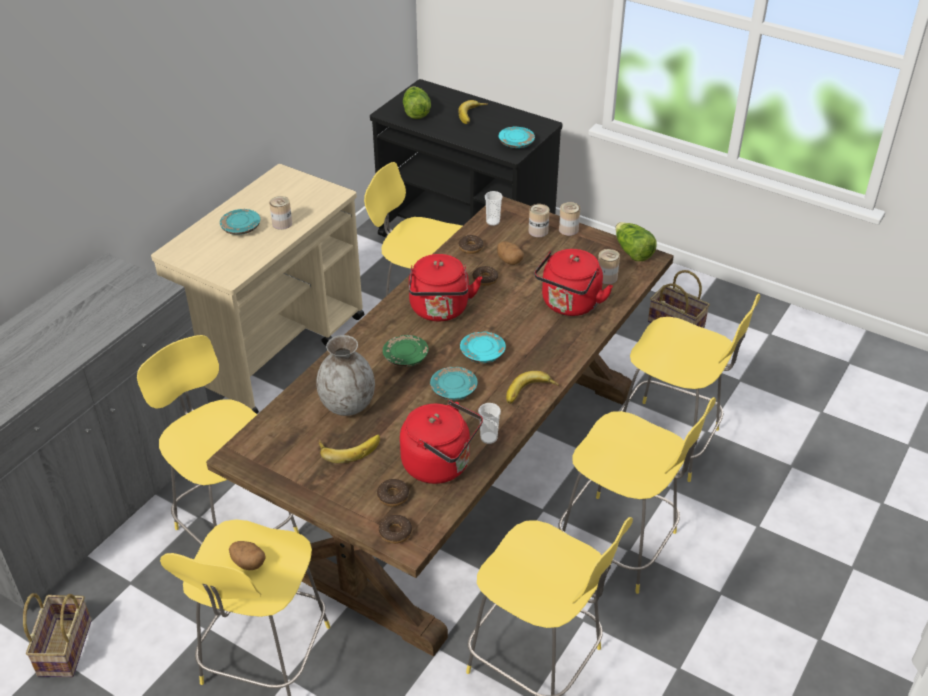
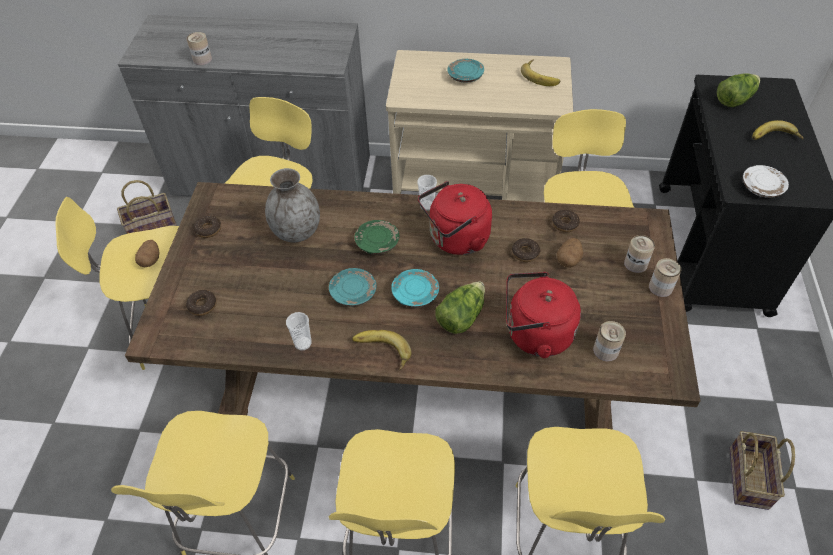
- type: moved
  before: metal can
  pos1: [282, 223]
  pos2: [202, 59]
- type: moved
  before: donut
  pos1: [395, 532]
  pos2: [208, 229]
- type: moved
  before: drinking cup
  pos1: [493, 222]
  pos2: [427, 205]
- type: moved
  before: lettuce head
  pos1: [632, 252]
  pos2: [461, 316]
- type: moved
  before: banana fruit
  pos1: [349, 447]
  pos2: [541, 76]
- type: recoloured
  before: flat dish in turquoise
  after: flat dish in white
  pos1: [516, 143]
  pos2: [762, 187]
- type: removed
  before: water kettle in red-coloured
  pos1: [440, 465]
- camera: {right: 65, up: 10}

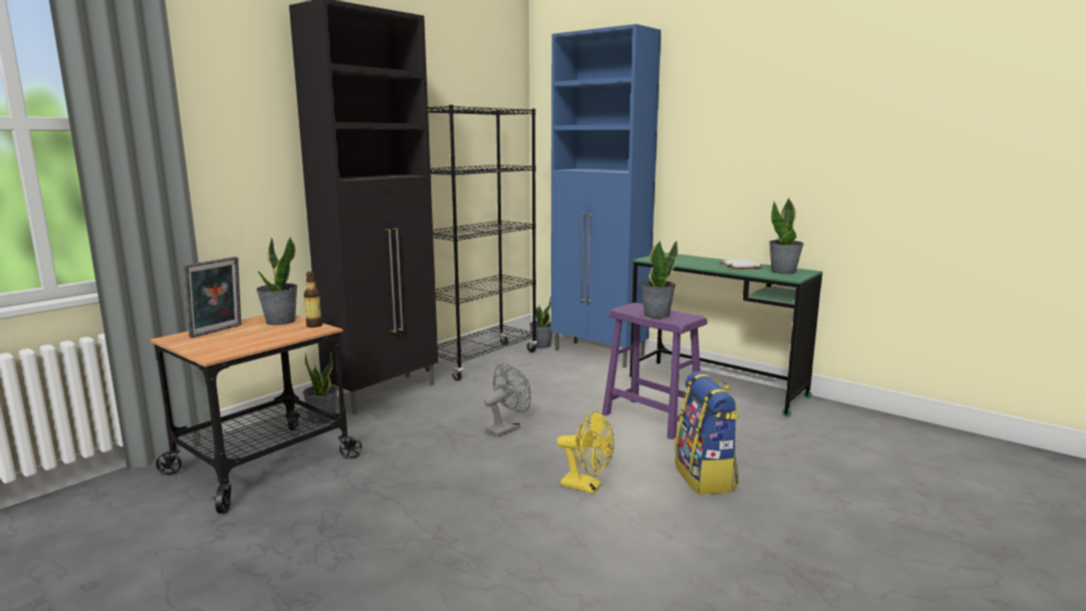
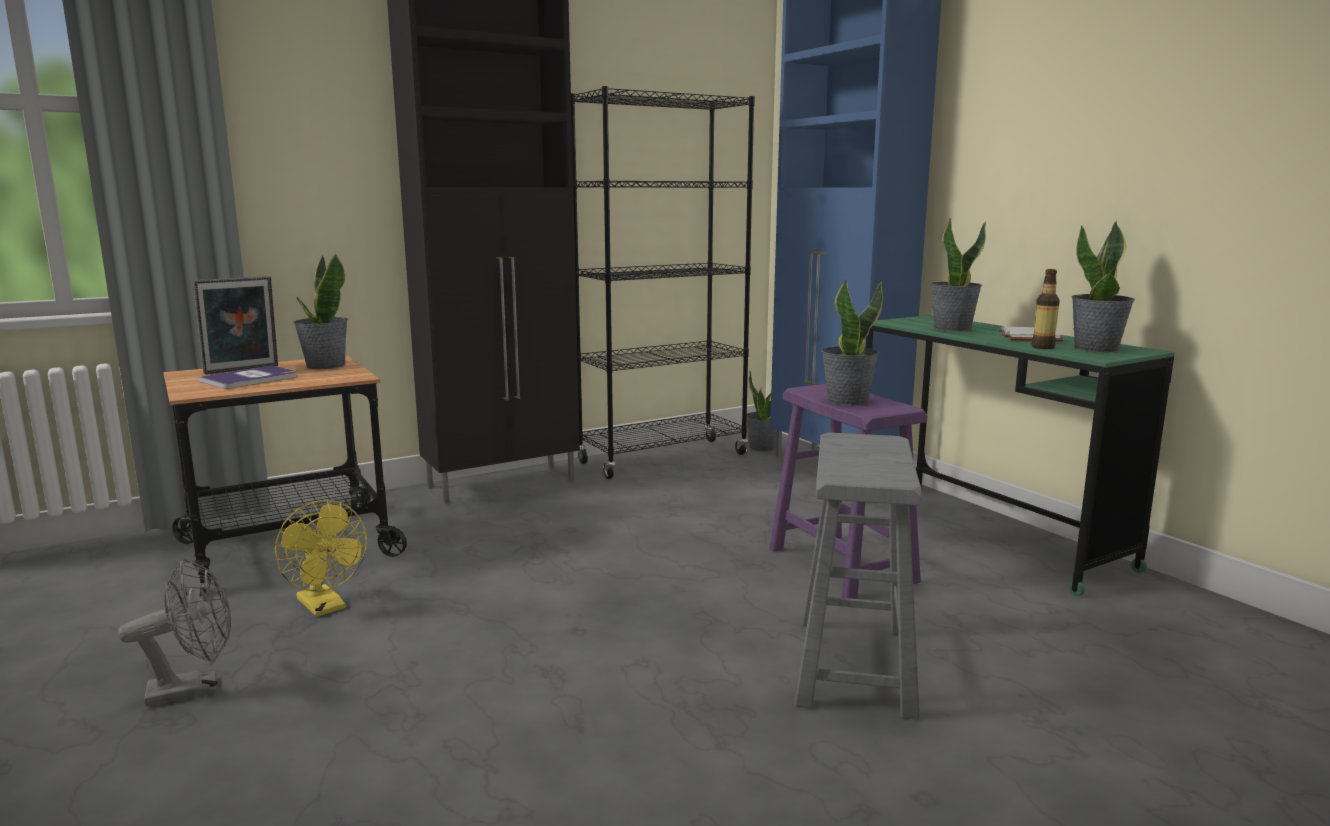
- type: moved
  before: fan in gray
  pos1: [507, 428]
  pos2: [195, 688]
- type: added
  after: volume
  pos2: [250, 379]
- type: moved
  before: fan in yellowish
  pos1: [587, 487]
  pos2: [326, 607]
- type: replaced
  before: knapsack
  after: stool seat in gray
  pos1: [705, 477]
  pos2: [855, 666]
- type: moved
  before: potted plant
  pos1: [322, 418]
  pos2: [951, 328]
- type: moved
  before: beverage bottle
  pos1: [314, 325]
  pos2: [1043, 347]
- camera: {right: 20, up: 0}

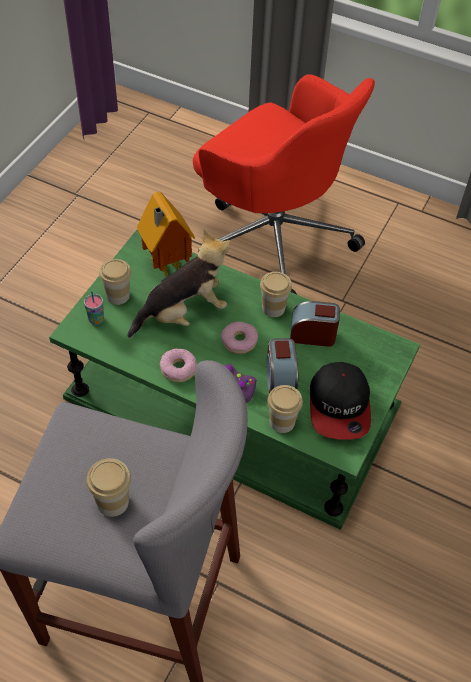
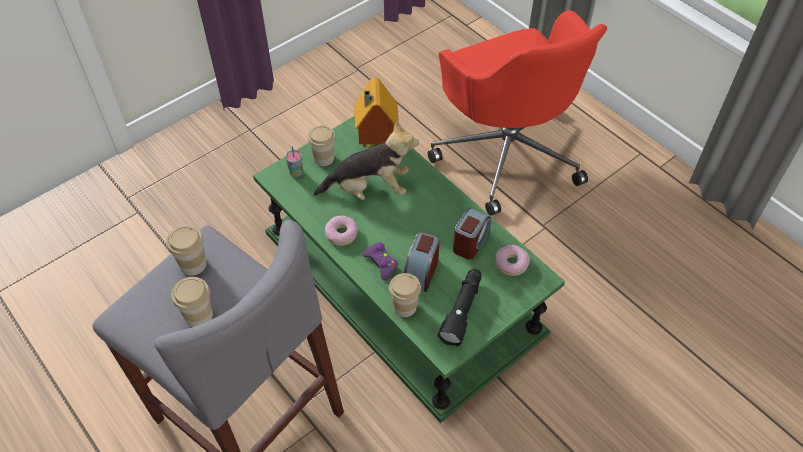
- type: moved
  before: drinking cup
  pos1: [273, 308]
  pos2: [193, 264]
- type: replaced
  before: cap
  after: torch in black-coloured
  pos1: [339, 406]
  pos2: [462, 310]
- type: turned
  before: alarm clock
  pos1: [312, 335]
  pos2: [470, 242]
  turn: 90
- type: moved
  before: donut
  pos1: [239, 341]
  pos2: [511, 263]
- camera: {right: 25, up: 0}

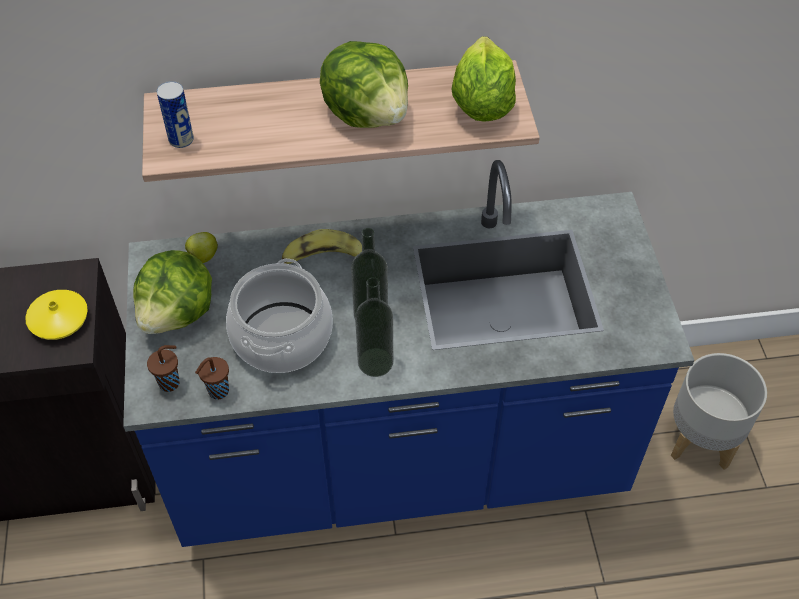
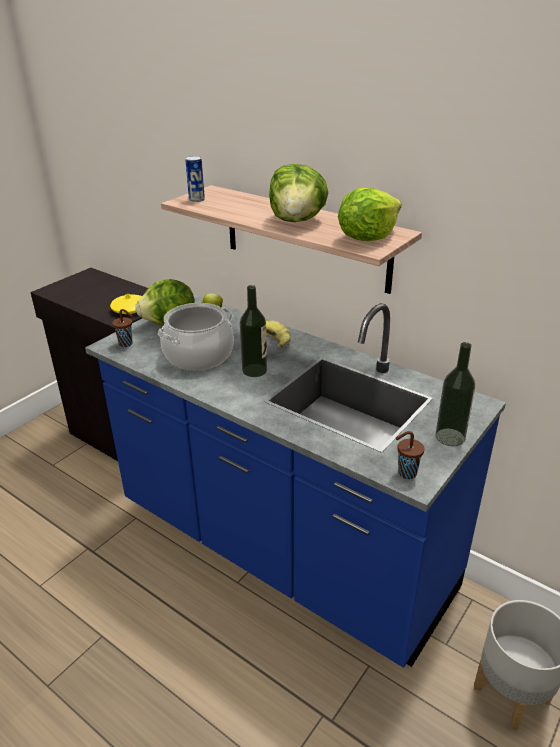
- type: moved
  before: drinking cup in brown-coloured
  pos1: [217, 391]
  pos2: [406, 473]
- type: moved
  before: beverage bottle
  pos1: [375, 362]
  pos2: [450, 437]
- camera: {right: 45, up: -20}

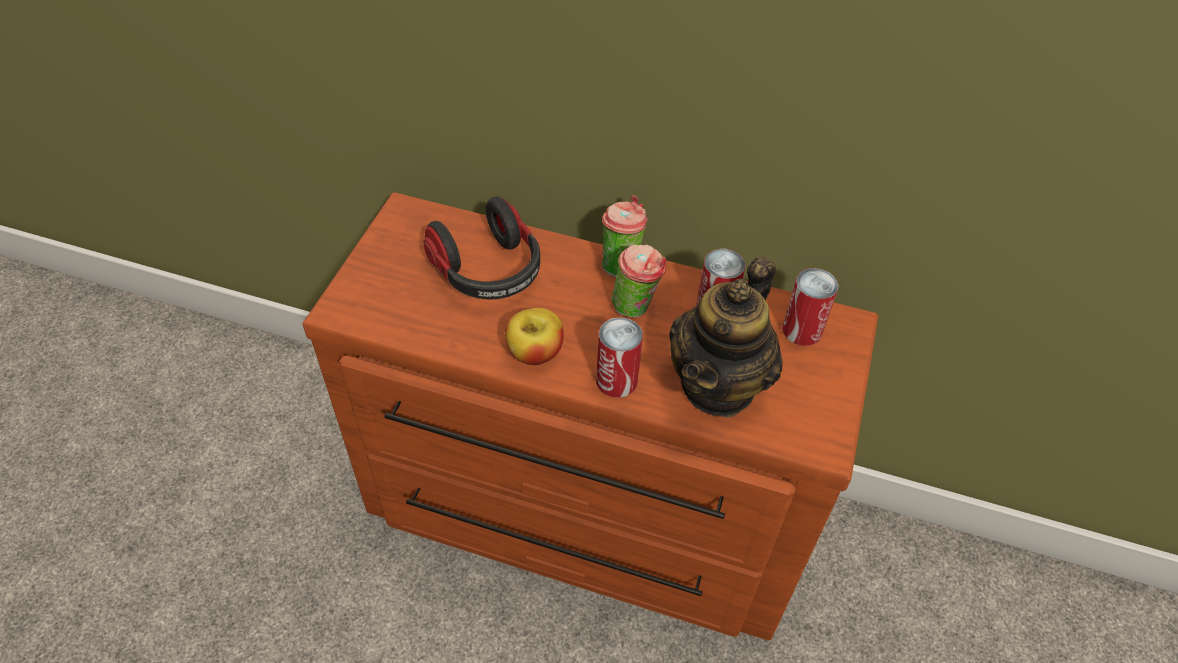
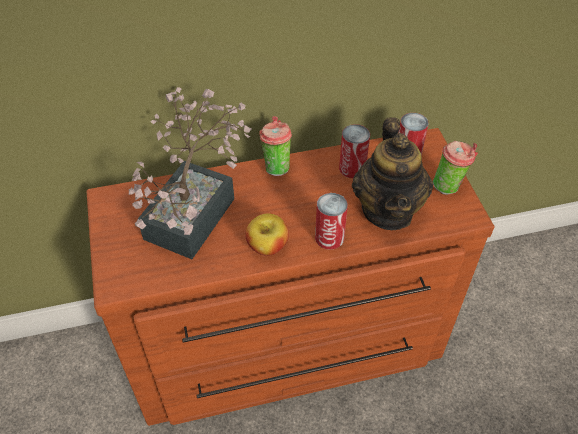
- type: replaced
  before: headset
  after: potted plant
  pos1: [488, 272]
  pos2: [197, 210]
- type: moved
  before: drinking cup
  pos1: [636, 307]
  pos2: [449, 186]
- camera: {right: -30, up: 0}

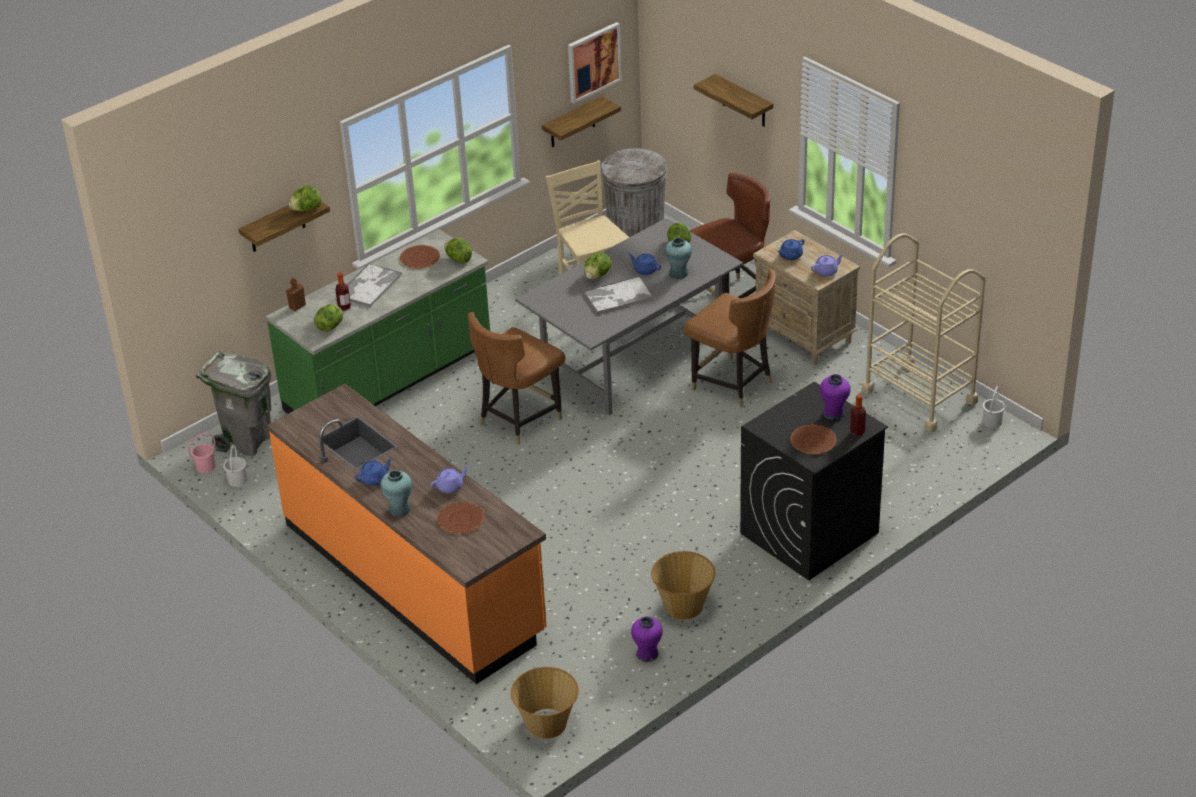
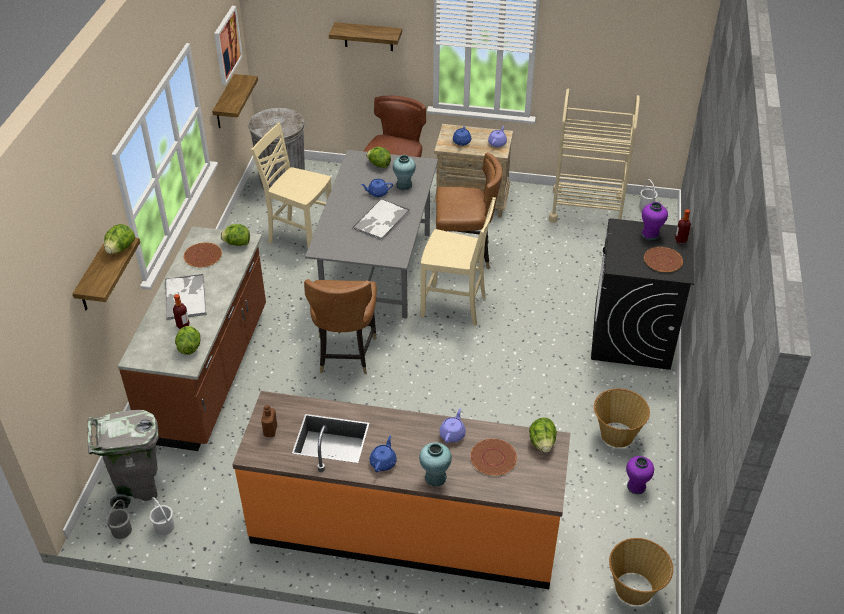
- type: recoloured
  before: water bucket in pink
  after: water bucket in gray
  pos1: [205, 466]
  pos2: [121, 530]
- type: recoloured
  before: kitchen base unit in green-coloured
  after: kitchen base unit in brown-coloured
  pos1: [390, 381]
  pos2: [210, 373]
- type: moved
  before: beverage bottle in brown-coloured
  pos1: [297, 306]
  pos2: [270, 431]
- type: added
  after: upright chair in sand-coloured
  pos2: [455, 306]
- type: moved
  before: lettuce head
  pos1: [597, 276]
  pos2: [542, 443]
- camera: {right: -40, up: 5}

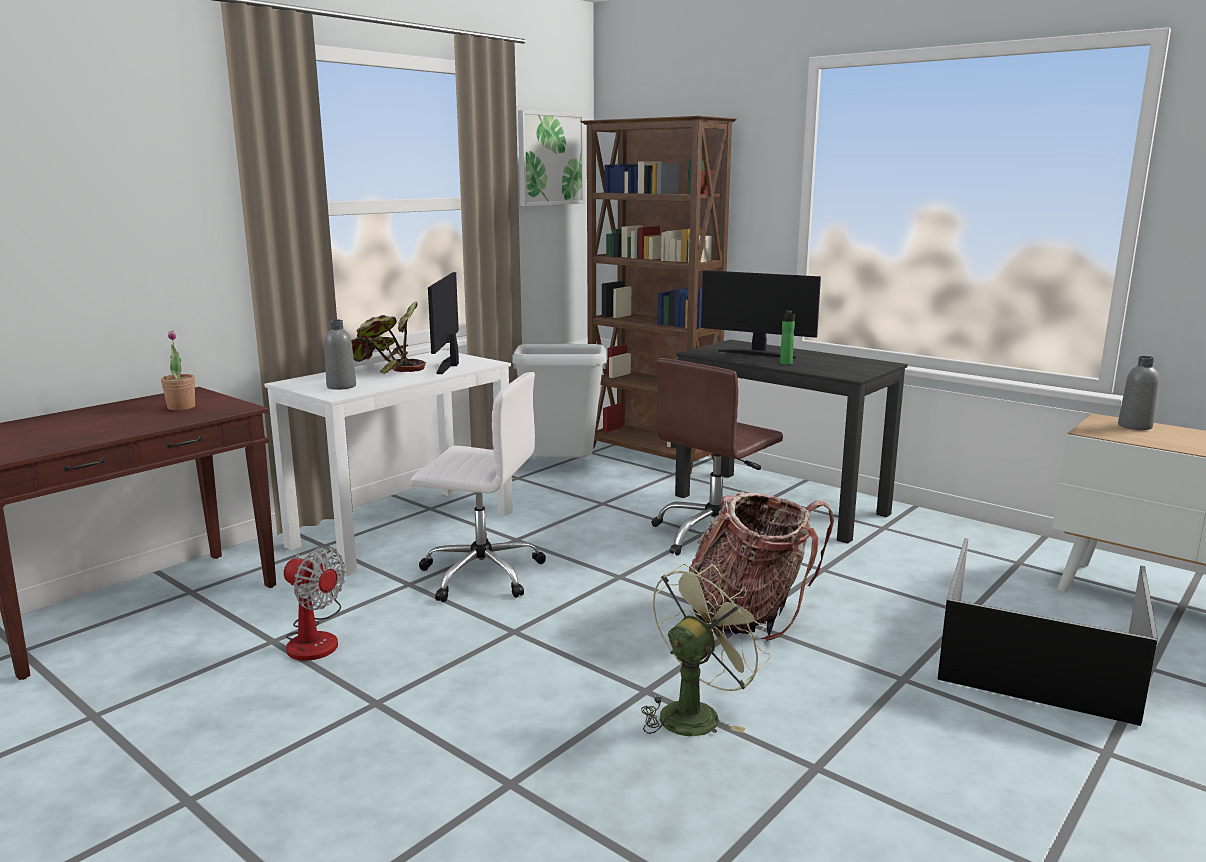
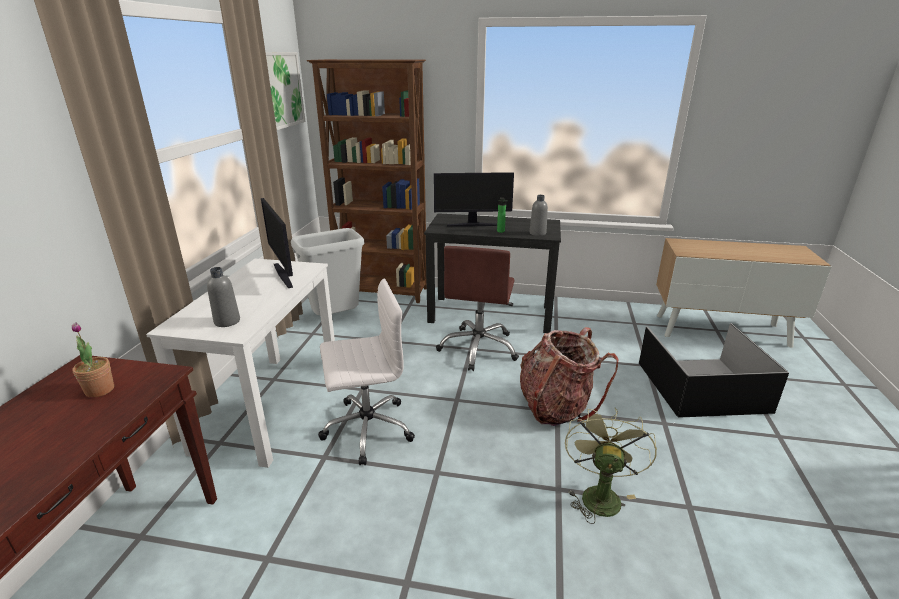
- type: moved
  before: beverage bottle in gray
  pos1: [1134, 426]
  pos2: [537, 233]
- type: removed
  before: fan
  pos1: [315, 638]
- type: removed
  before: potted plant
  pos1: [385, 368]
- camera: {right: -30, up: 10}

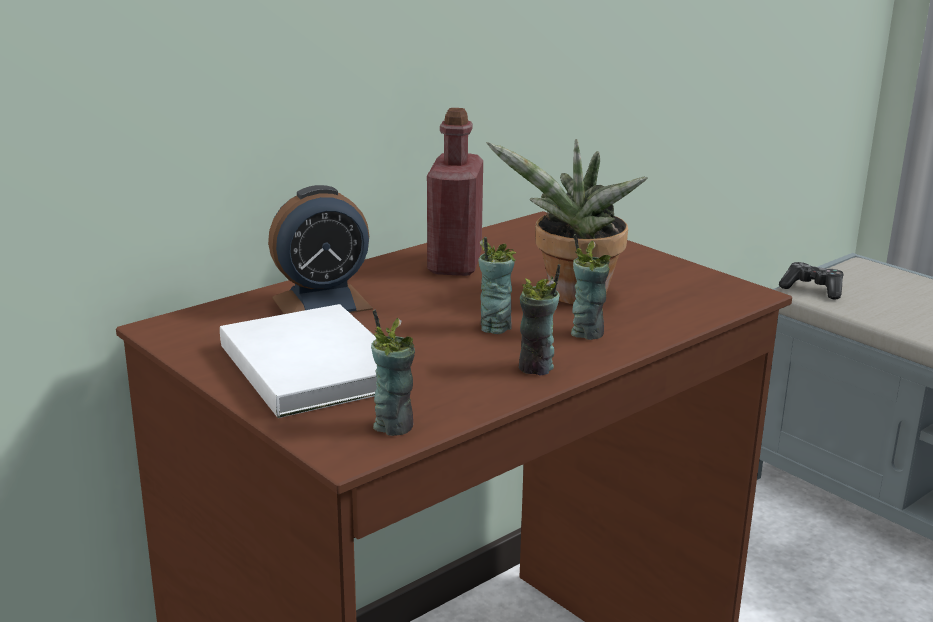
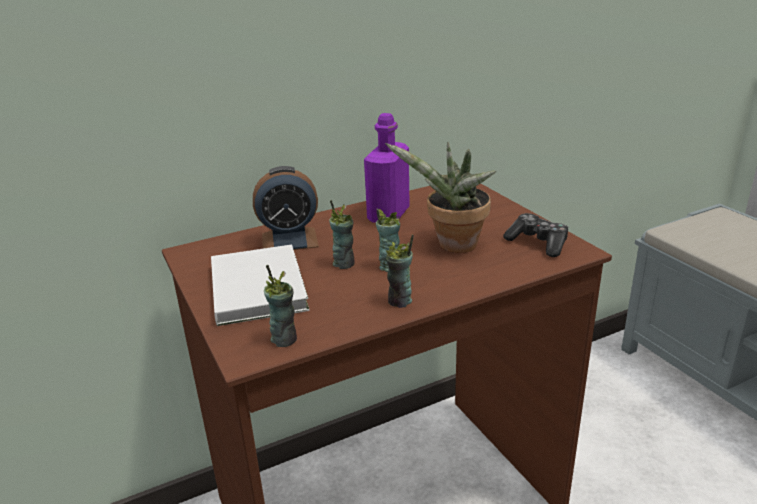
- type: moved
  before: drinking cup
  pos1: [587, 332]
  pos2: [344, 263]
- type: recoloured
  before: beverage bottle in red-coloured
  after: beverage bottle in purple
  pos1: [455, 264]
  pos2: [388, 215]
- type: moved
  before: gamepad
  pos1: [812, 289]
  pos2: [538, 243]
- camera: {right: 15, up: 5}

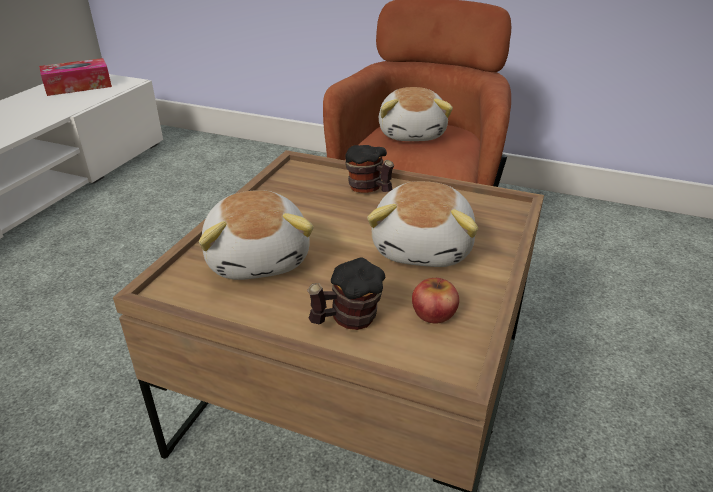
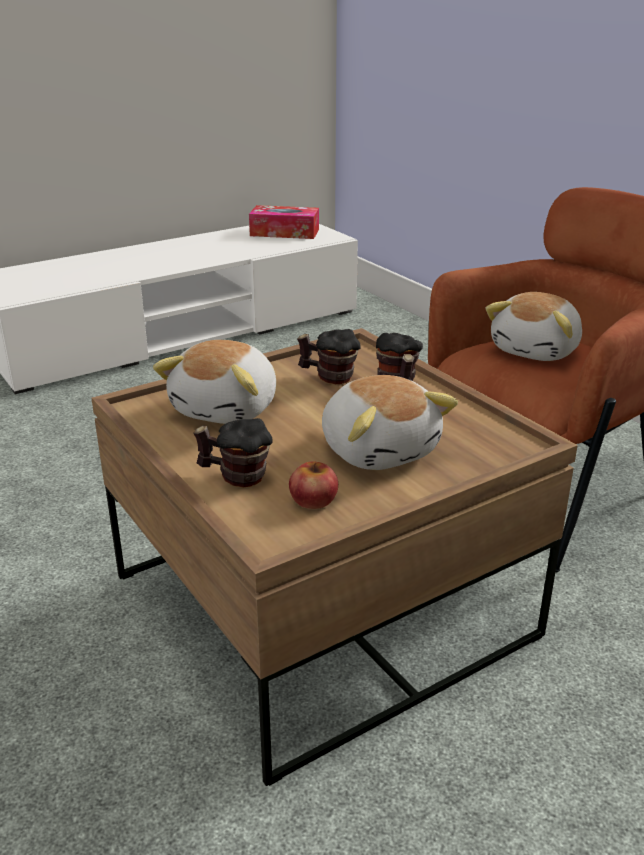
- type: added
  after: mug
  pos2: [329, 377]
- type: turned
  before: cuddly toy
  pos1: [424, 248]
  pos2: [379, 449]
  turn: -75
- camera: {right: 35, up: -5}

